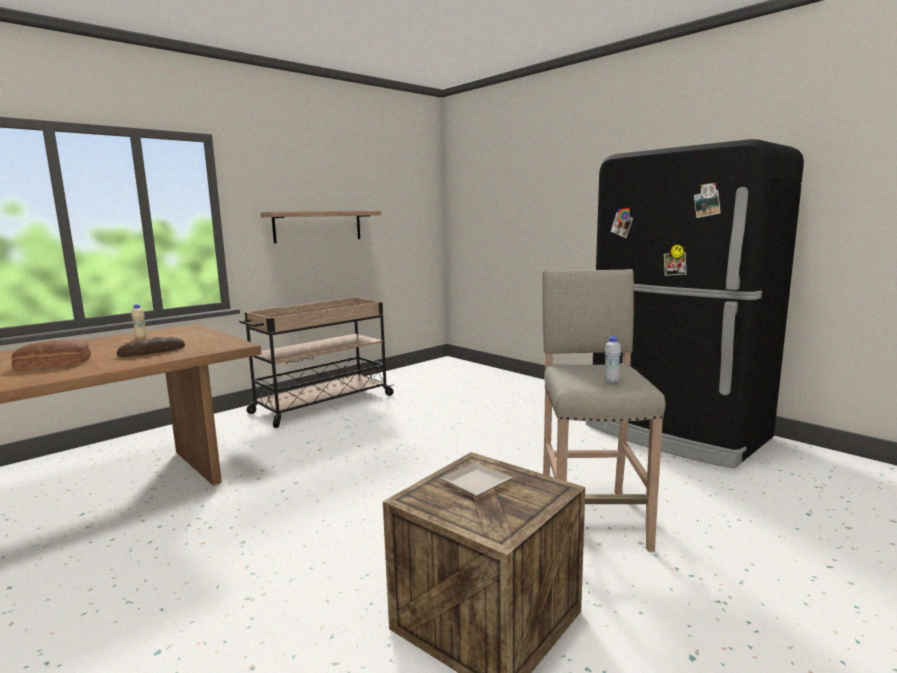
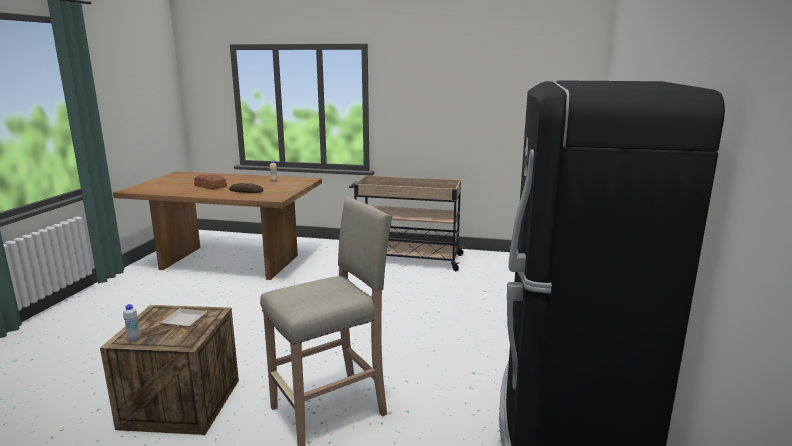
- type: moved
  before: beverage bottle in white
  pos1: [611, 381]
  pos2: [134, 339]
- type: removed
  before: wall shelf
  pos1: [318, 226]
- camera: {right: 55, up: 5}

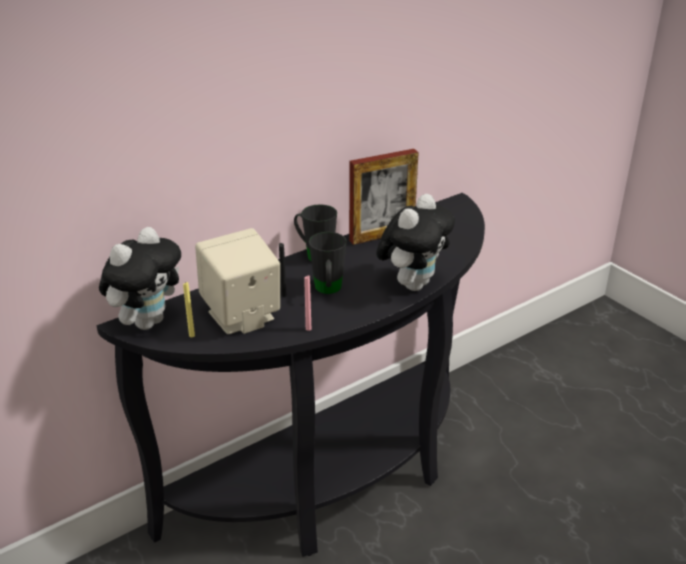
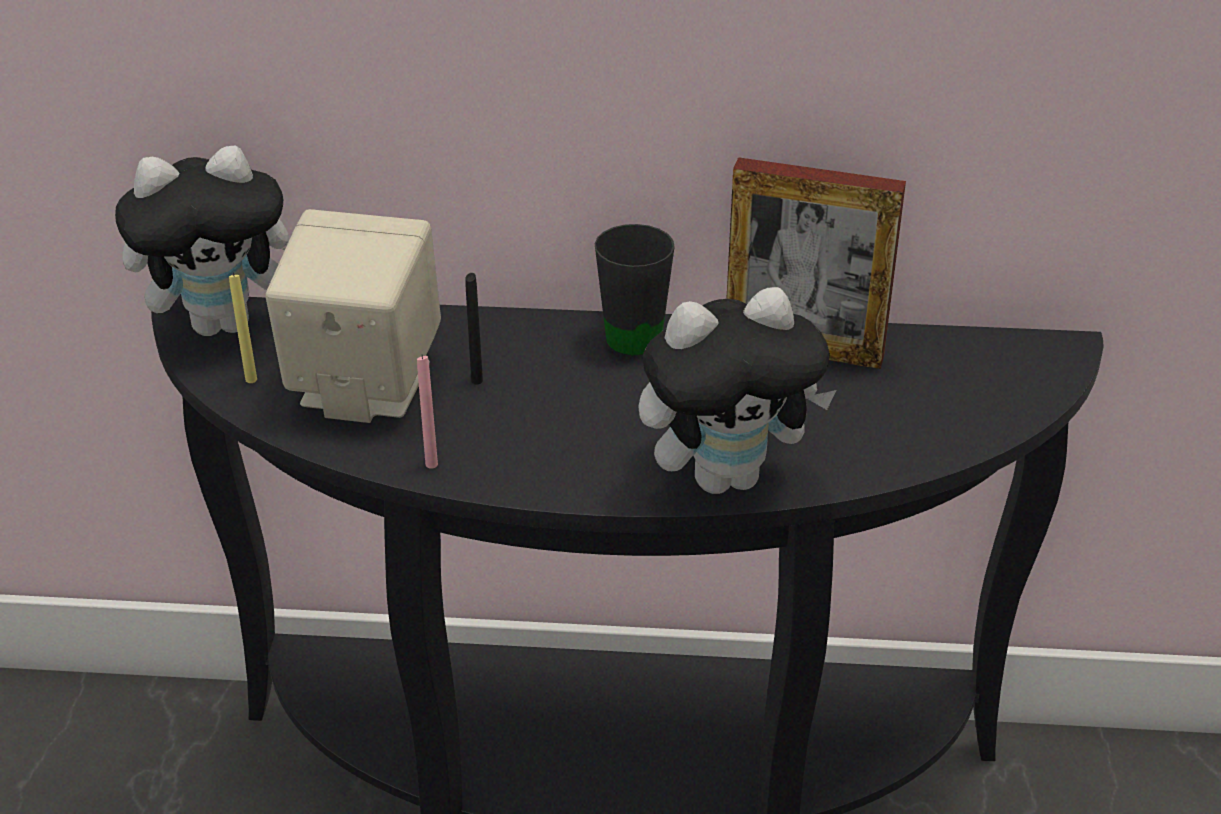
- type: removed
  before: mug in black-coloured
  pos1: [328, 291]
- camera: {right: 40, up: 5}

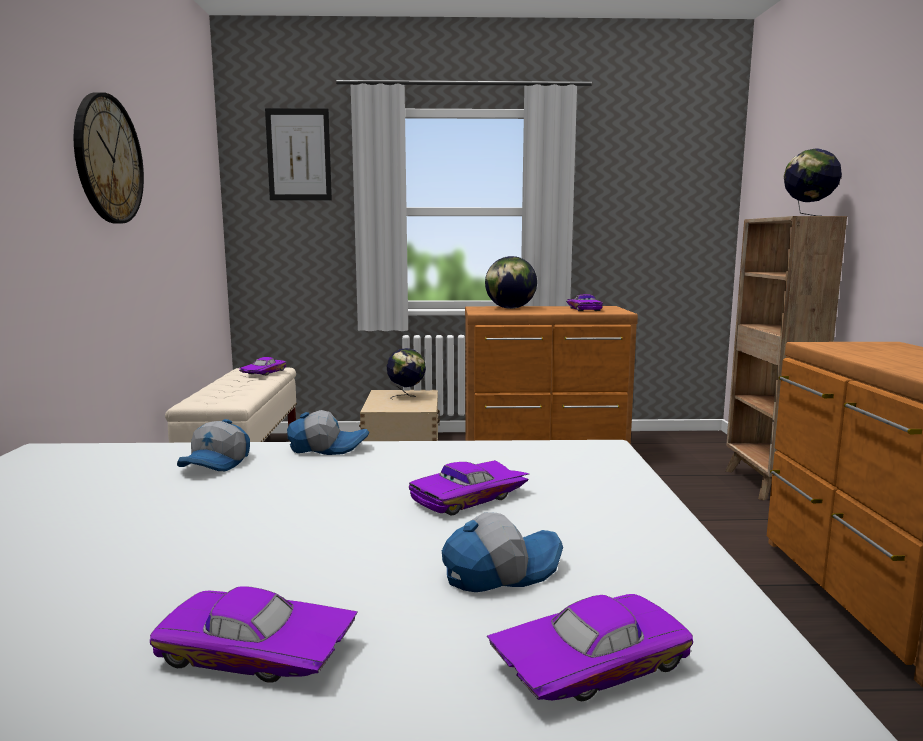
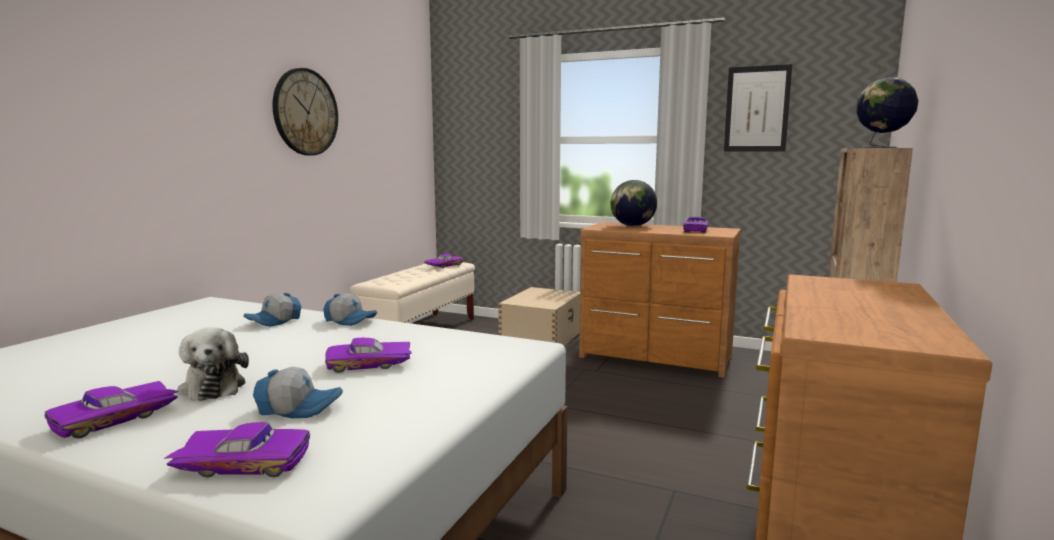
- type: turned
  before: model car in purple
  pos1: [253, 655]
  pos2: [116, 419]
  turn: -90
- type: added
  after: cuddly toy
  pos2: [213, 386]
- type: moved
  before: wall art
  pos1: [299, 155]
  pos2: [757, 109]
- type: removed
  before: desk globe
  pos1: [406, 397]
- camera: {right: 25, up: 0}

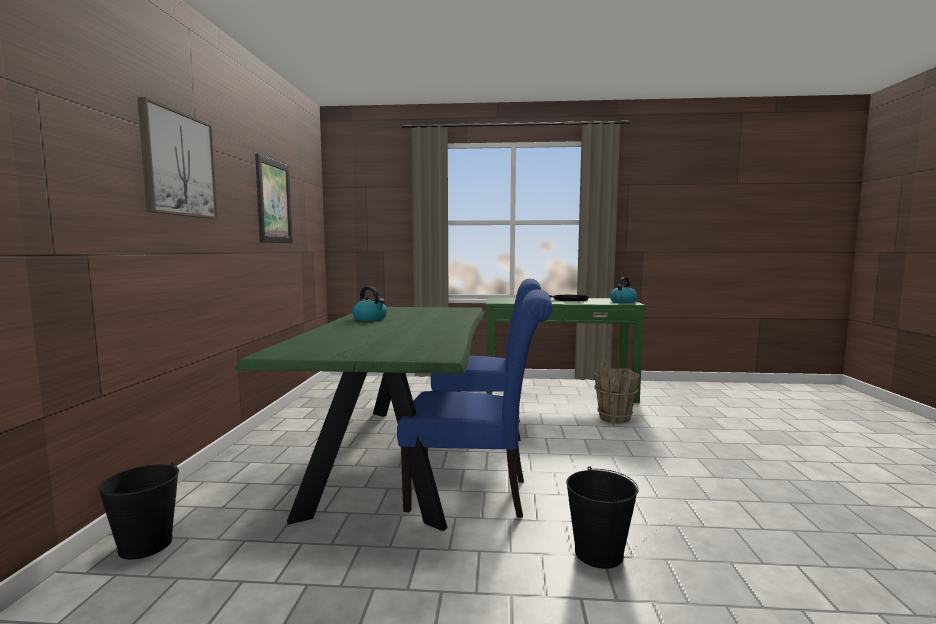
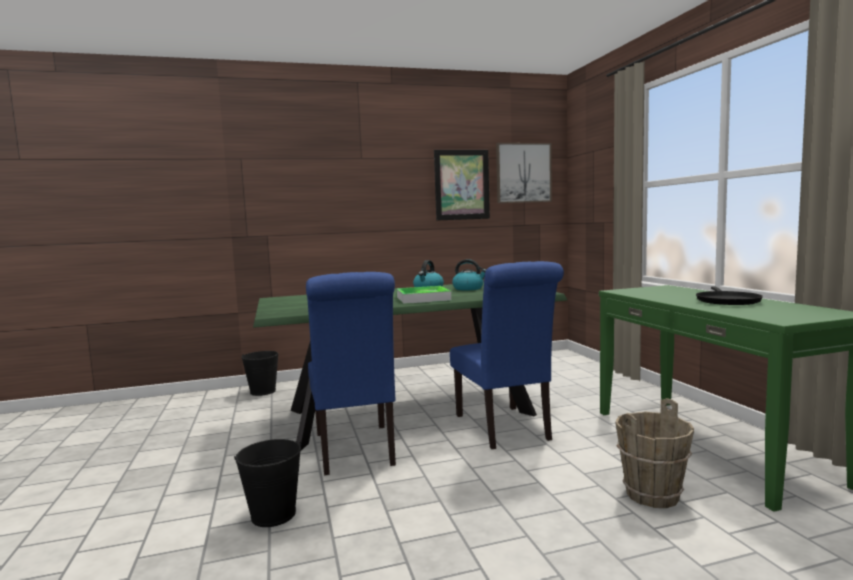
- type: added
  after: carrying tray
  pos2: [423, 298]
- type: moved
  before: water kettle
  pos1: [623, 301]
  pos2: [468, 288]
- type: moved
  before: wall art
  pos1: [178, 164]
  pos2: [523, 173]
- camera: {right: 70, up: 0}

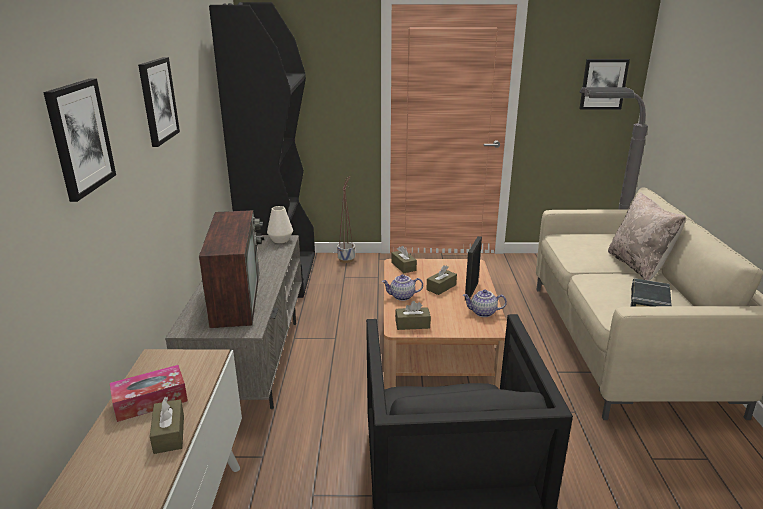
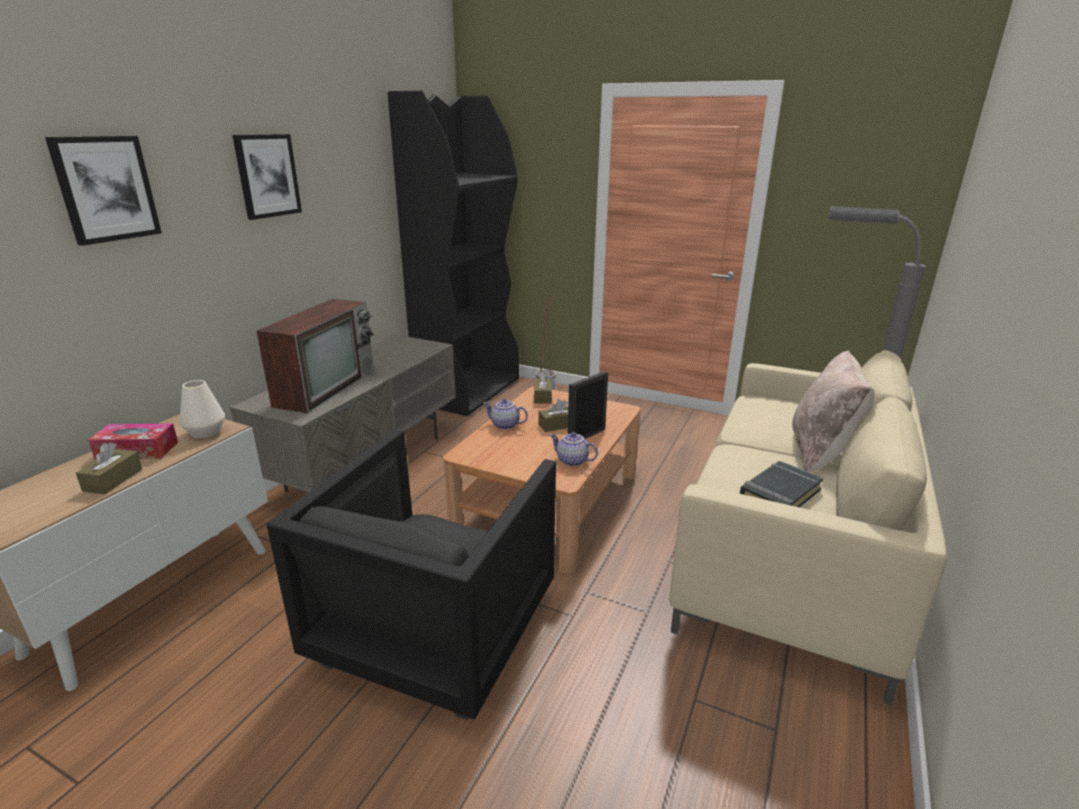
- type: moved
  before: vase in white
  pos1: [281, 240]
  pos2: [206, 432]
- type: removed
  before: box of tissues in brown-coloured
  pos1: [412, 324]
- type: removed
  before: wall art
  pos1: [603, 84]
- camera: {right: 25, up: 0}

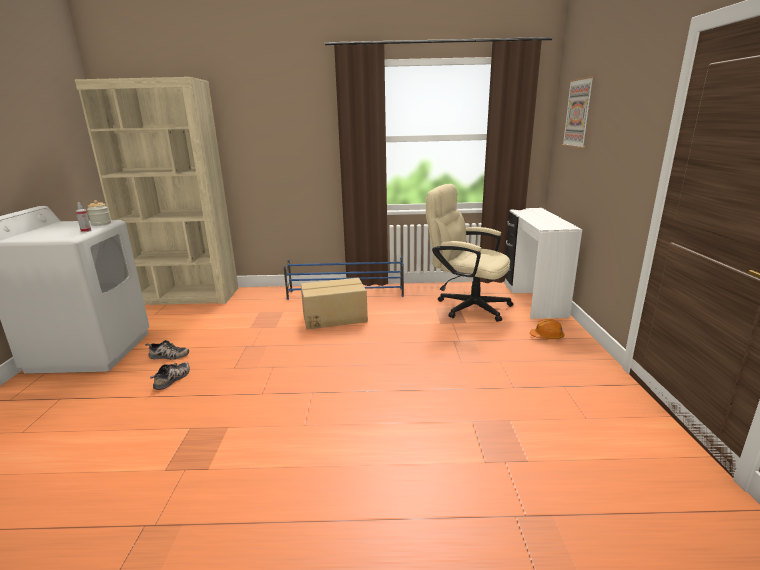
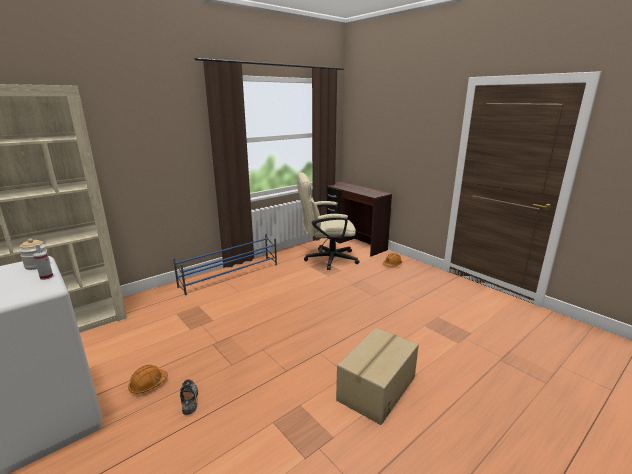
- type: replaced
  before: low shoe
  after: hard hat in orangey
  pos1: [168, 356]
  pos2: [148, 384]
- type: recoloured
  before: desk unit in white
  after: desk unit in brown-coloured
  pos1: [531, 298]
  pos2: [354, 243]
- type: moved
  before: packing box
  pos1: [334, 317]
  pos2: [375, 388]
- type: removed
  before: wall art
  pos1: [578, 113]
- camera: {right: -40, up: 0}

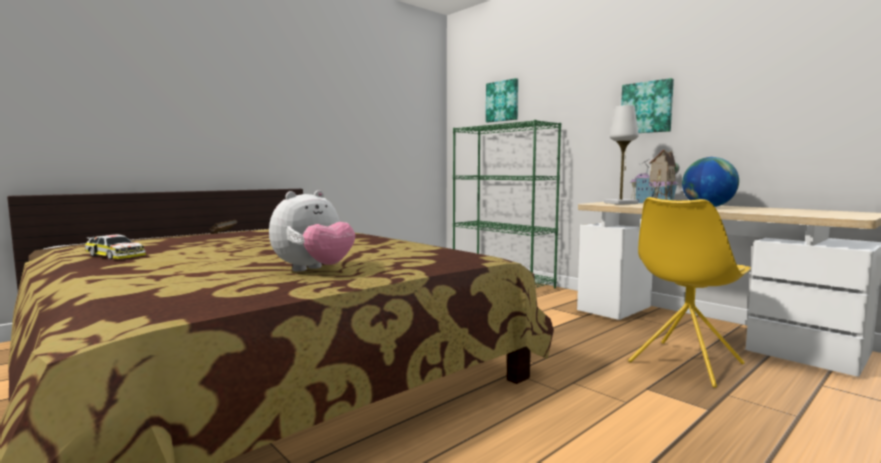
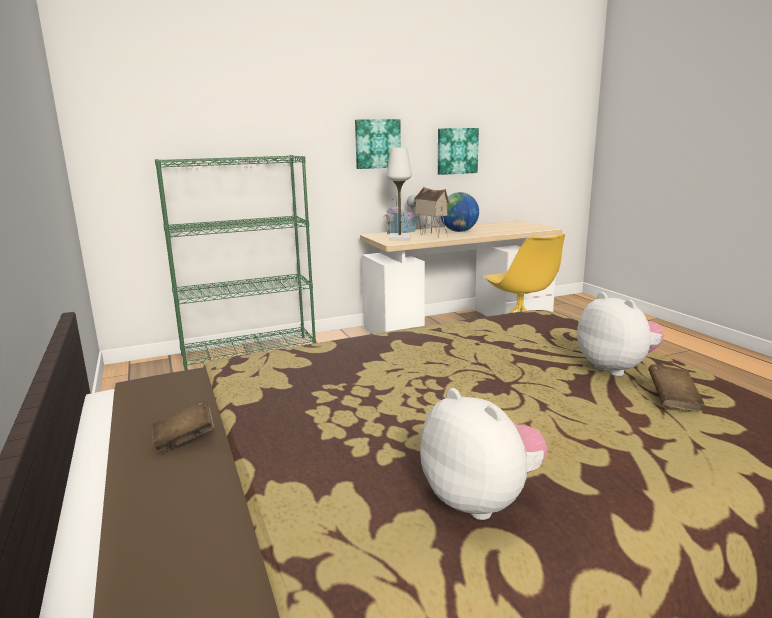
- type: replaced
  before: model car
  after: cuddly toy
  pos1: [116, 255]
  pos2: [481, 500]
- type: moved
  before: wall art
  pos1: [502, 101]
  pos2: [456, 151]
- type: added
  after: volume in brown-coloured
  pos2: [673, 400]
- camera: {right: -70, up: 10}

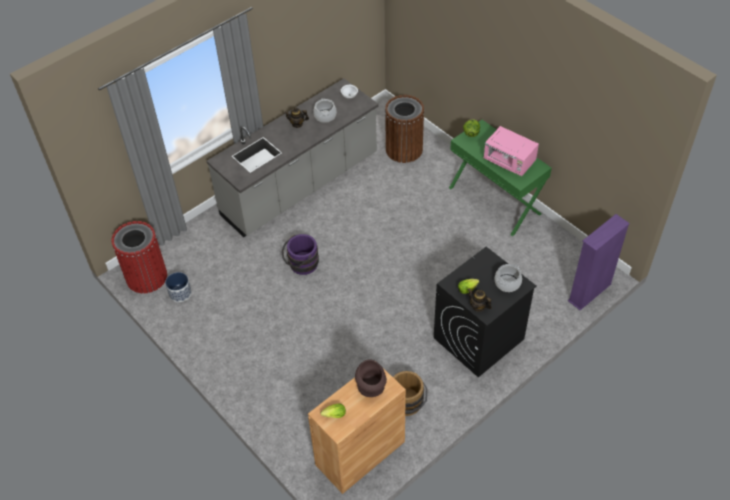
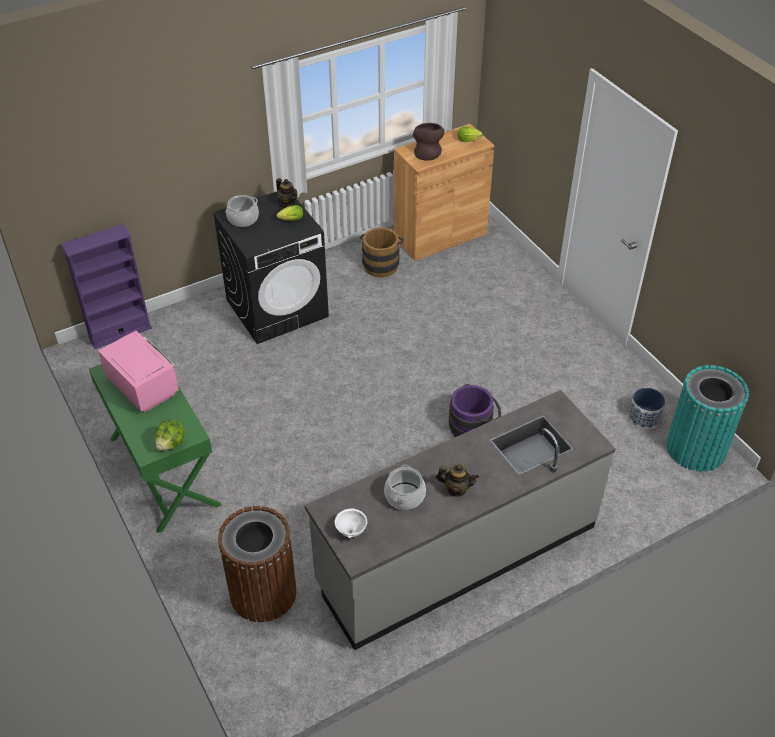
- type: recoloured
  before: waste bin in red-coloured
  after: waste bin in turquoise
  pos1: [146, 277]
  pos2: [696, 448]
- camera: {right: -170, up: -5}

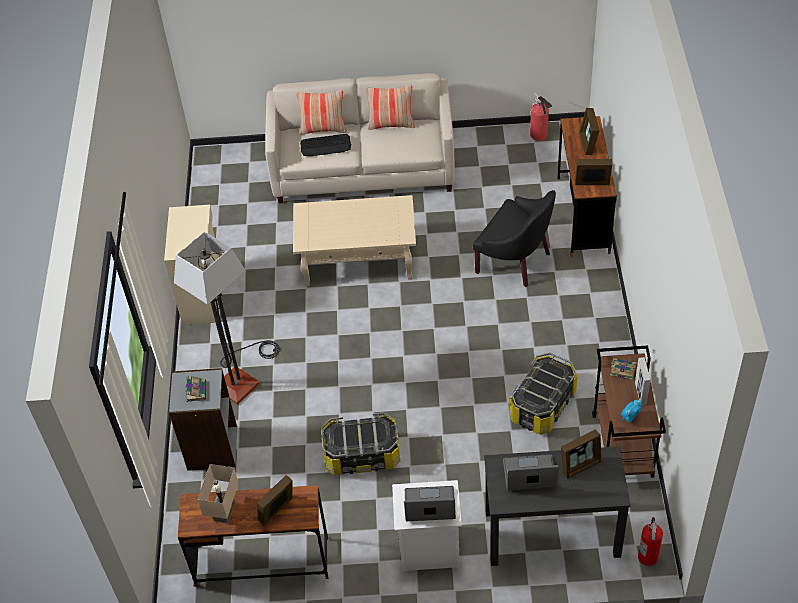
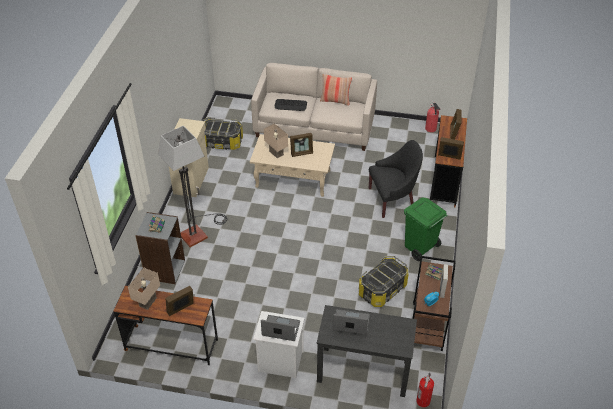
- type: moved
  before: storage box
  pos1: [362, 455]
  pos2: [221, 142]
- type: added
  after: table lamp in sand-coloured
  pos2: [277, 153]
- type: moved
  before: standing frame
  pos1: [580, 465]
  pos2: [301, 153]
- type: turned
  before: lounge chair in black-coloured
  pos1: [516, 261]
  pos2: [392, 199]
  turn: -60
- type: added
  after: waste bin in green-coloured
  pos2: [420, 248]
- type: removed
  before: throw pillow
  pos1: [323, 128]
- camera: {right: 10, up: -5}

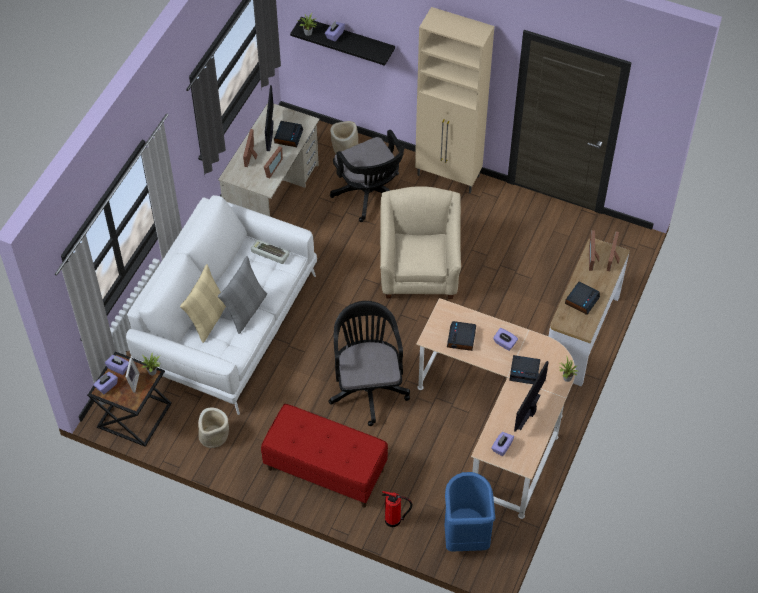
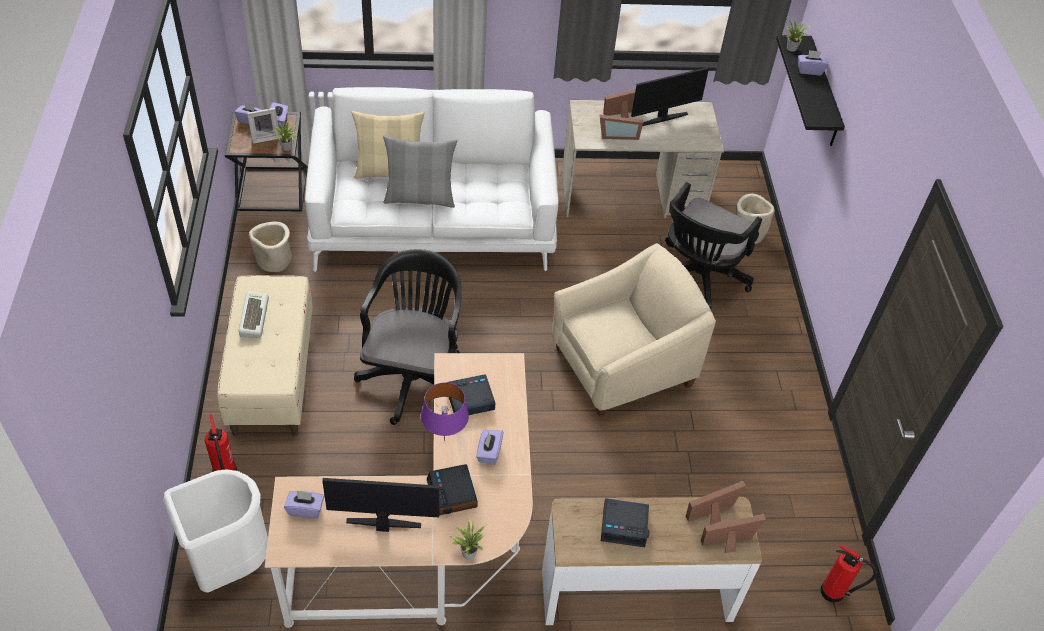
- type: recoloured
  before: waste bin in blue-coloured
  after: waste bin in white
  pos1: [465, 536]
  pos2: [229, 564]
- type: recoloured
  before: indoor bench in red-coloured
  after: indoor bench in sand-coloured
  pos1: [325, 470]
  pos2: [272, 376]
- type: moved
  before: keyboard
  pos1: [269, 253]
  pos2: [253, 317]
- type: turned
  before: computer chair in black-coloured
  pos1: [367, 386]
  pos2: [414, 376]
  turn: -45
- type: added
  after: table lamp in purple
  pos2: [444, 439]
- type: added
  after: extinguisher
  pos2: [834, 593]
- type: removed
  before: alarm clock
  pos1: [288, 136]
- type: removed
  before: cabinet in sand-coloured
  pos1: [449, 176]
- camera: {right: 60, up: -5}

